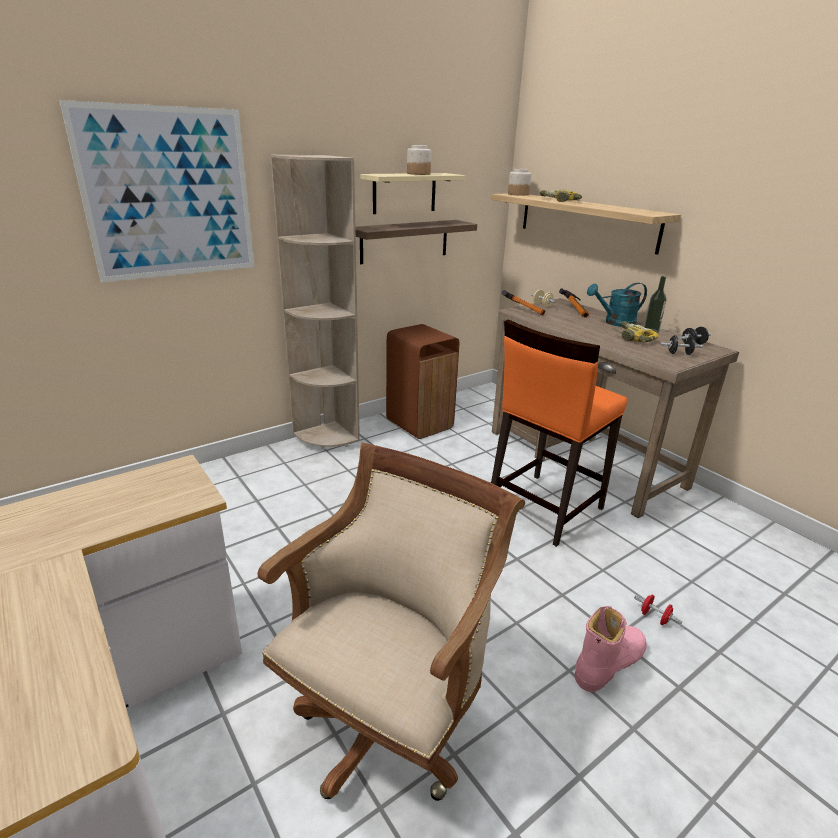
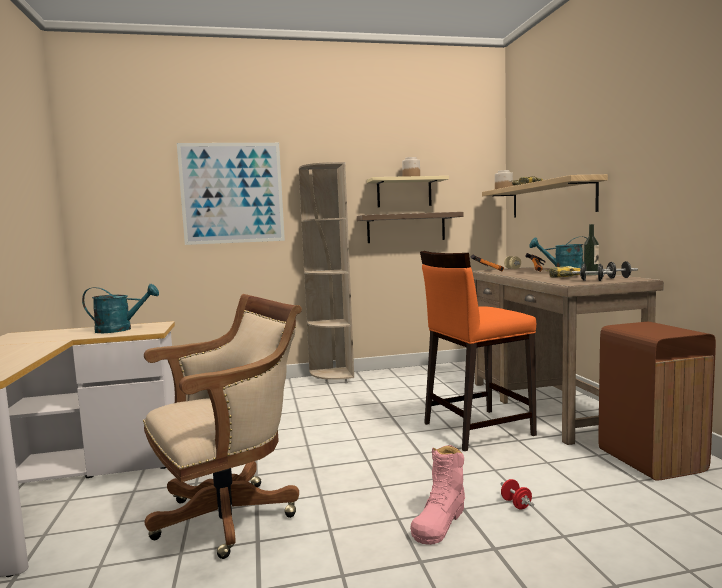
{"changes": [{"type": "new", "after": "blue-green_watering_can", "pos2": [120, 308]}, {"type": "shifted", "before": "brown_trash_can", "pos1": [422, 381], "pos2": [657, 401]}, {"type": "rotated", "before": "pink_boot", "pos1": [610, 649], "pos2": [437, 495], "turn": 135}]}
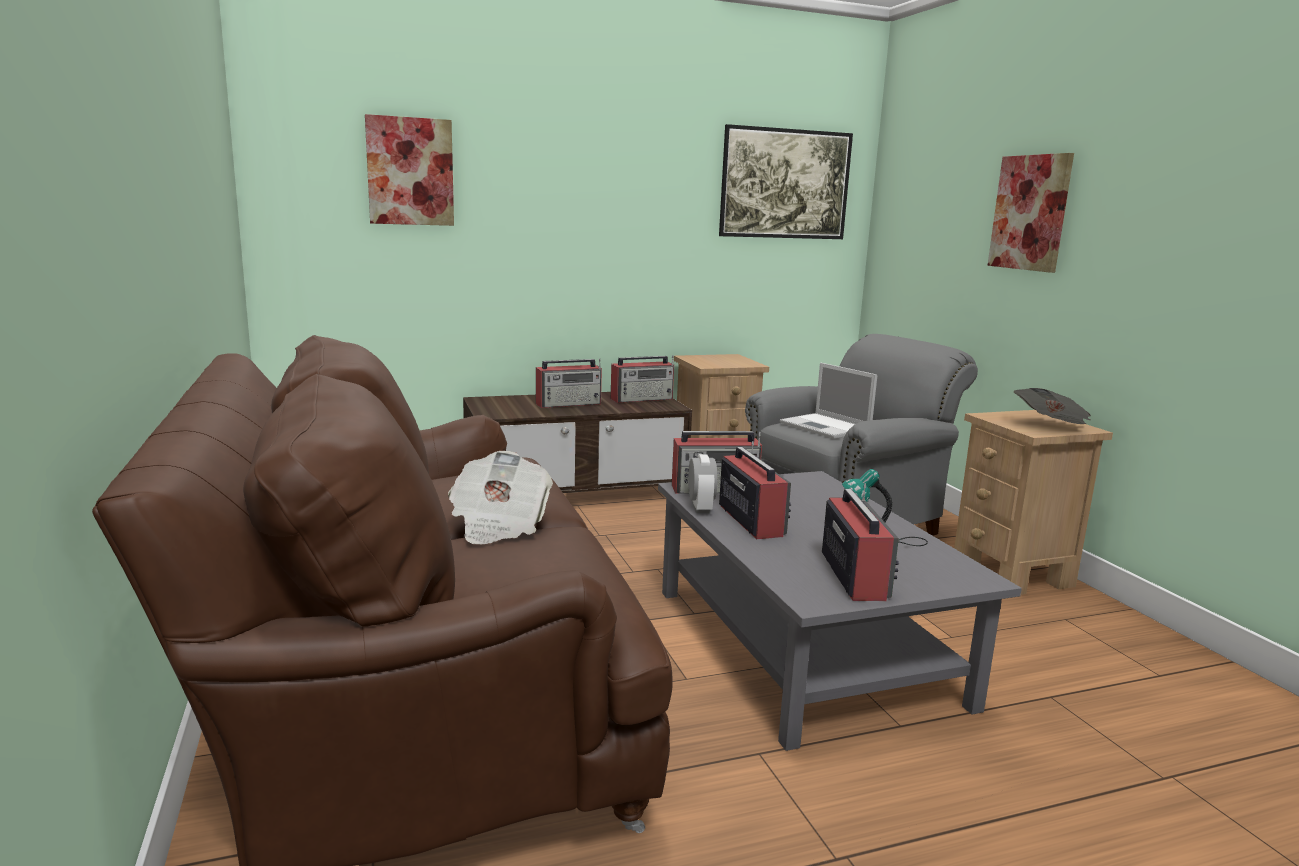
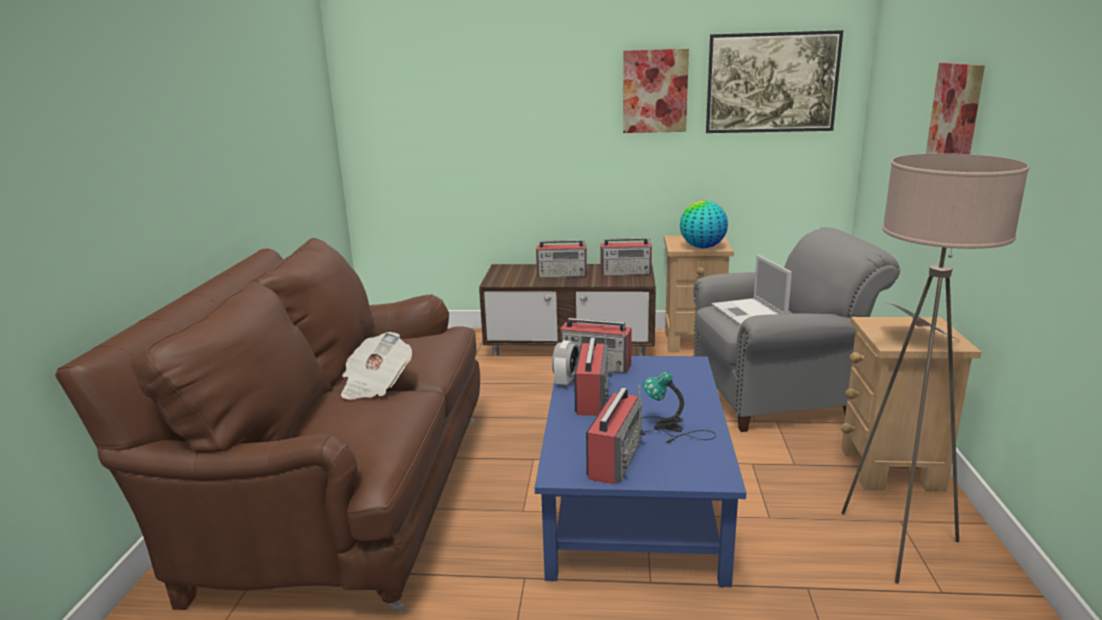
{"changes": [{"type": "new", "after": "world_globe", "pos2": [704, 224]}, {"type": "new", "after": "beige-coloured_standard_lamp", "pos2": [935, 368]}, {"type": "shifted", "before": "wall_art", "pos1": [409, 170], "pos2": [656, 91]}, {"type": "repainted", "before": "greyish_low_table", "after": "blue-coloured_low_table", "pos1": [840, 611], "pos2": [640, 471]}]}
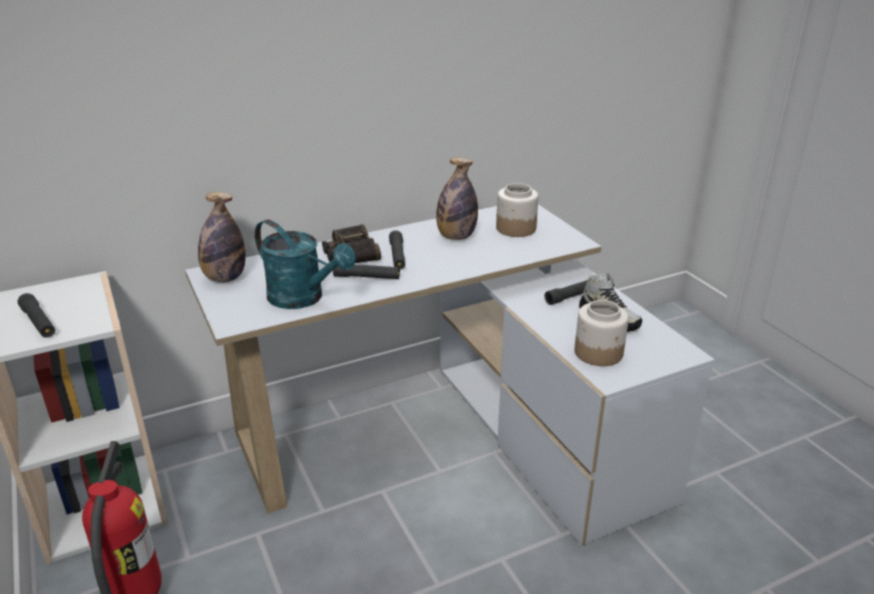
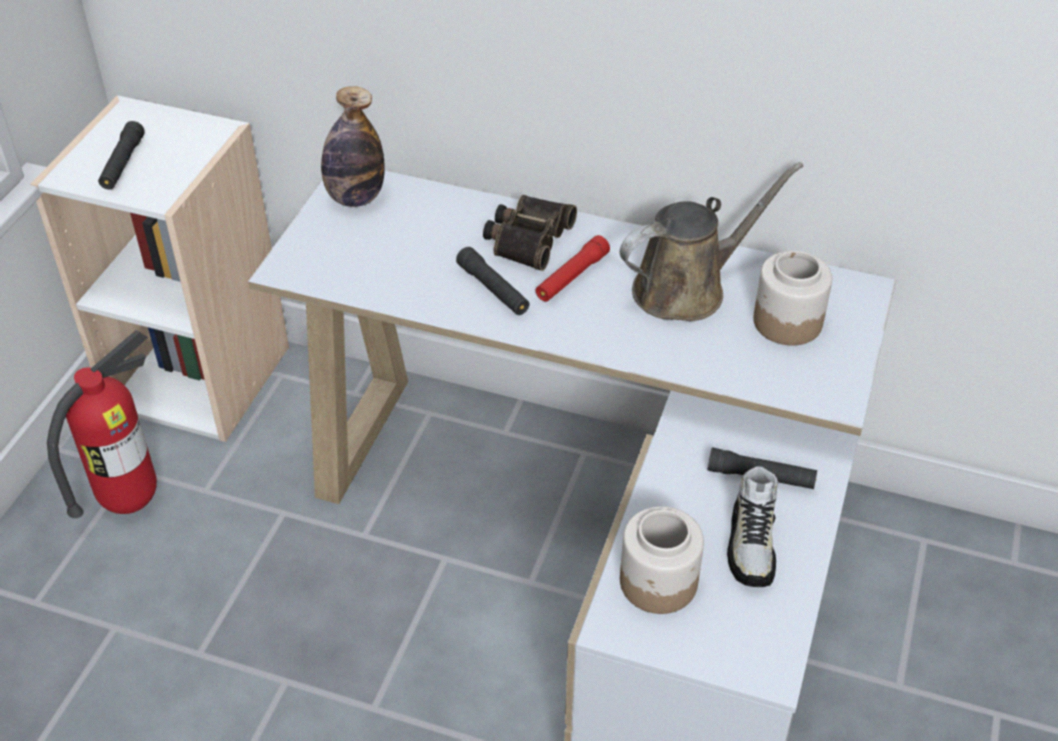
{"changes": [{"type": "gone", "before": "blue-green_watering_can", "pos1": [305, 264]}, {"type": "swapped", "before": "bottle", "after": "brown_watering_can", "pos1": [457, 199], "pos2": [711, 241]}, {"type": "repainted", "before": "black-coloured_hand_torch", "after": "red-coloured_hand_torch", "pos1": [397, 250], "pos2": [573, 268]}]}
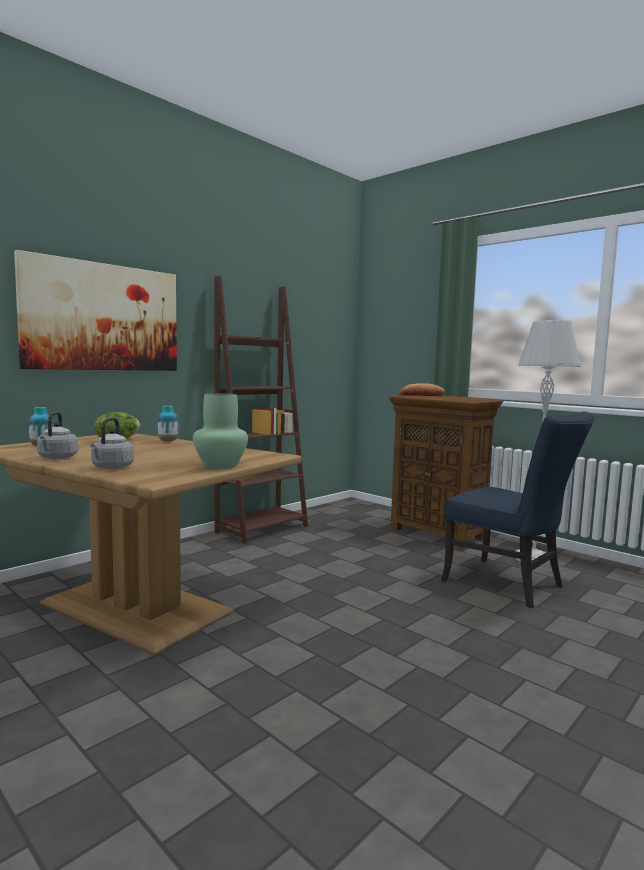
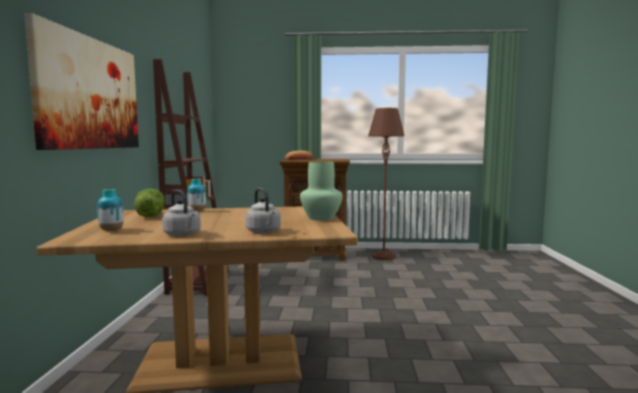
{"changes": [{"type": "gone", "before": "blue-coloured_upright_chair", "pos1": [518, 510]}, {"type": "repainted", "before": "greyish_standard_lamp", "after": "brown_standard_lamp", "pos1": [548, 442], "pos2": [386, 184]}]}
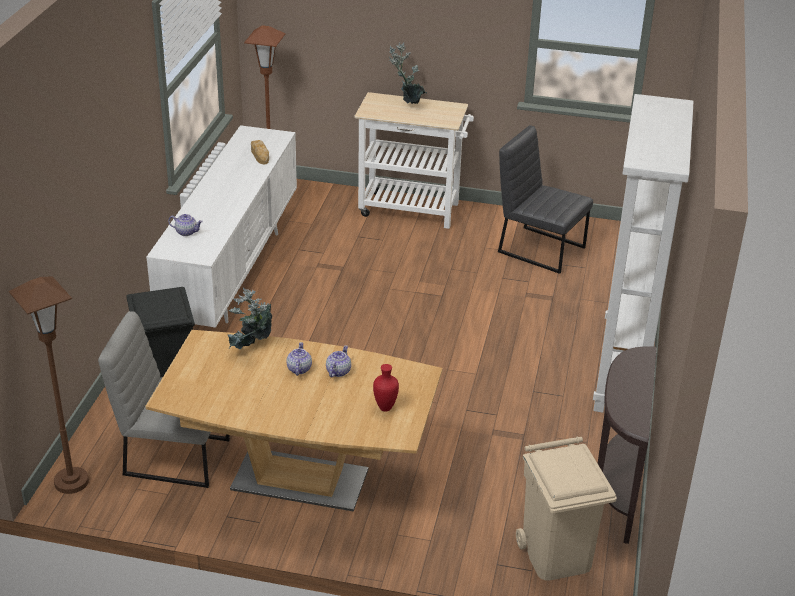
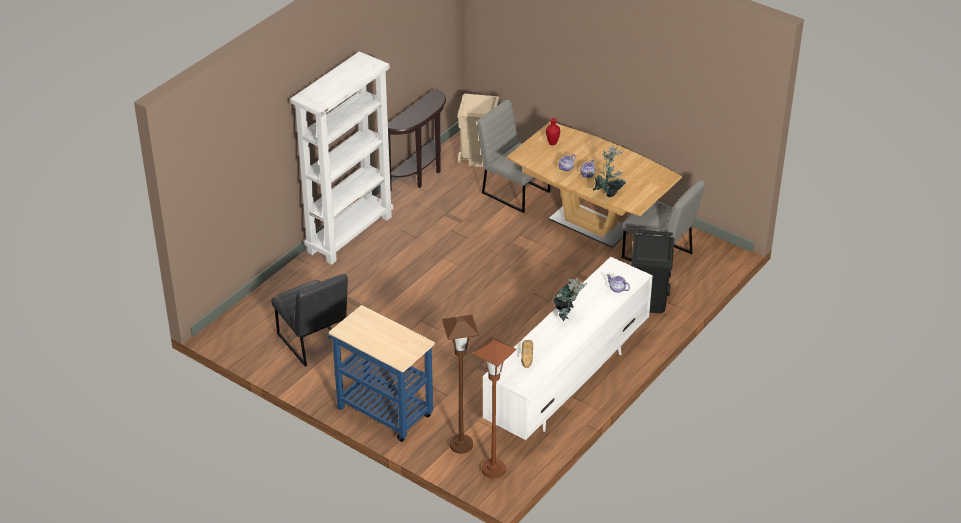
{"changes": [{"type": "new", "after": "greyish_upright_chair", "pos2": [513, 156]}, {"type": "shifted", "before": "brown_standard_lamp", "pos1": [49, 385], "pos2": [460, 384]}, {"type": "shifted", "before": "plant_in_a_pot", "pos1": [408, 73], "pos2": [570, 300]}, {"type": "repainted", "before": "white-coloured_trolley", "after": "blue-coloured_trolley", "pos1": [414, 160], "pos2": [381, 373]}]}
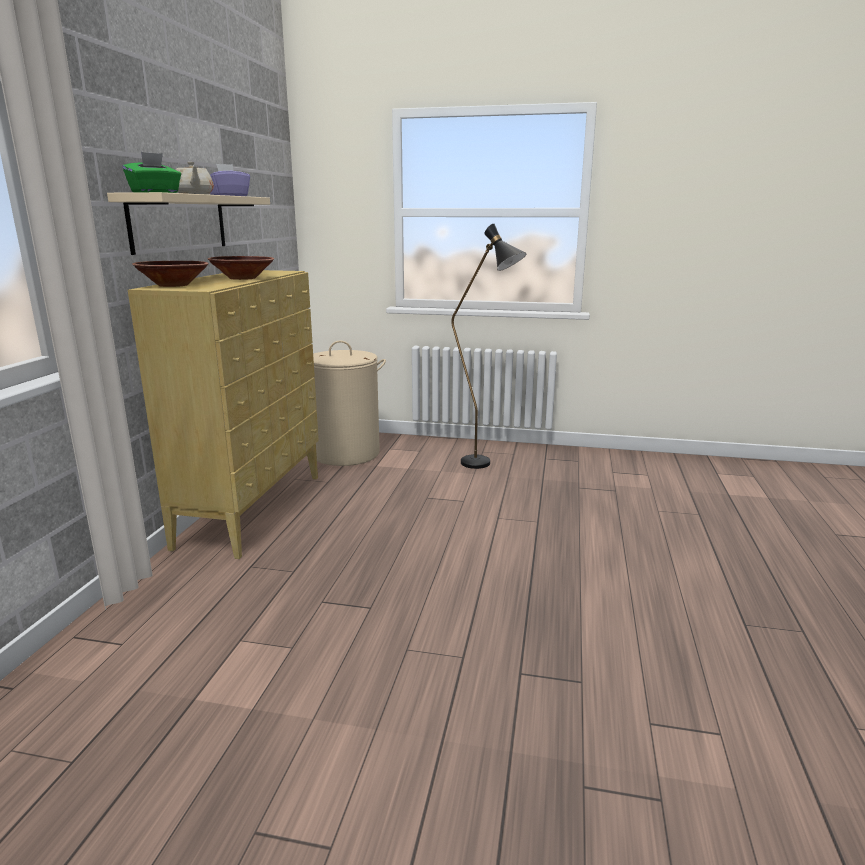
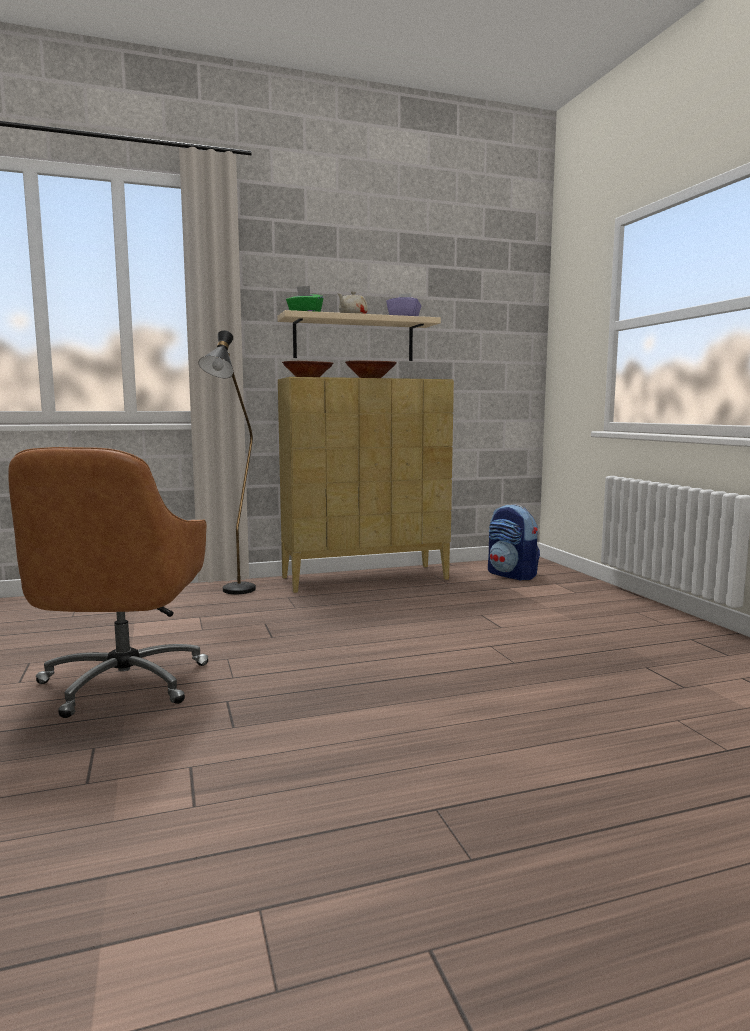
{"changes": [{"type": "new", "after": "brown_computer_chair", "pos2": [108, 582]}, {"type": "shifted", "before": "black-coloured_standard_lamp", "pos1": [489, 346], "pos2": [227, 462]}, {"type": "swapped", "before": "beige-coloured_washing_basket", "after": "backpack", "pos1": [349, 403], "pos2": [514, 542]}]}
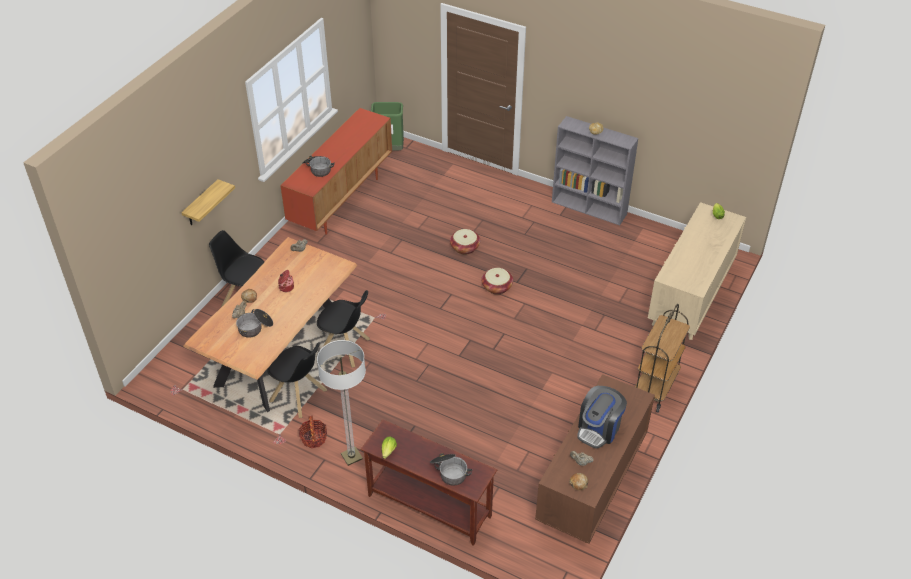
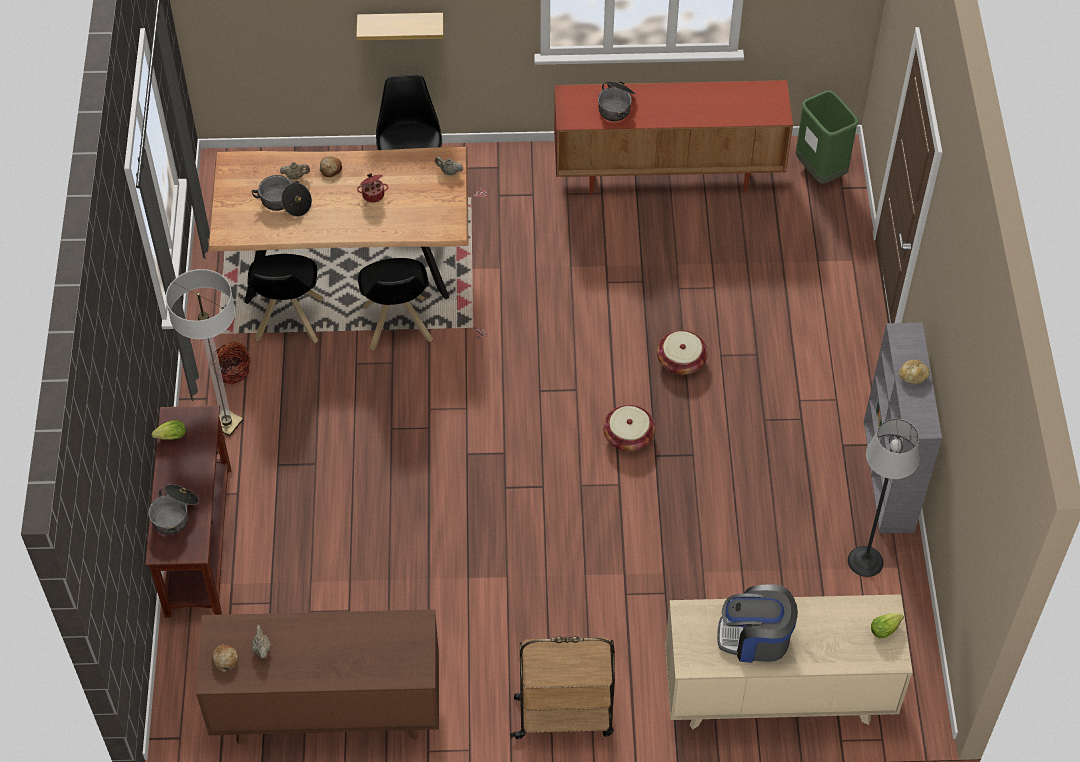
{"changes": [{"type": "new", "after": "standard_lamp", "pos2": [884, 498]}, {"type": "shifted", "before": "coffee_maker", "pos1": [602, 417], "pos2": [757, 623]}]}
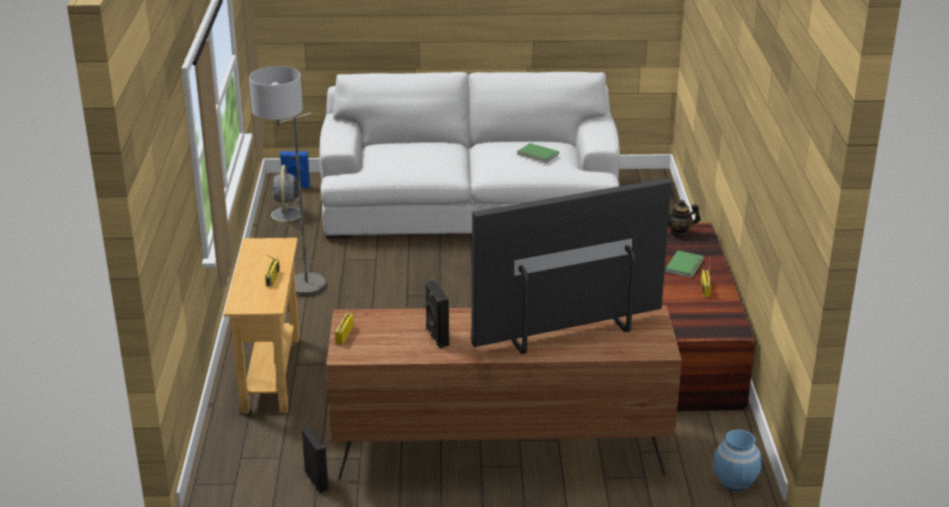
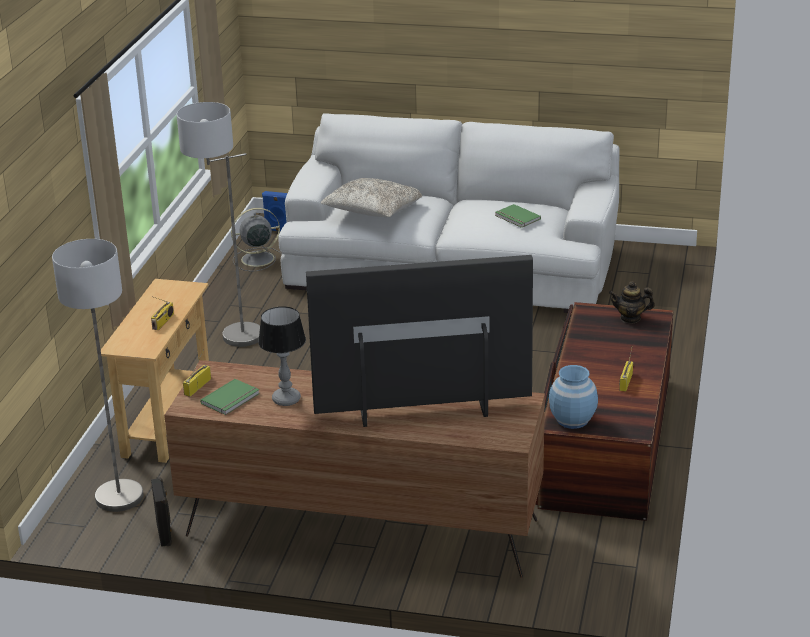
{"changes": [{"type": "new", "after": "greyish_standard_lamp", "pos2": [97, 375]}, {"type": "new", "after": "beige-coloured_cushion", "pos2": [371, 197]}, {"type": "shifted", "before": "greenish_volume", "pos1": [684, 264], "pos2": [230, 397]}, {"type": "shifted", "before": "blue-coloured_vase", "pos1": [737, 460], "pos2": [573, 397]}, {"type": "swapped", "before": "black-coloured_loudspeaker", "after": "lamp_for_a_table", "pos1": [437, 314], "pos2": [282, 356]}, {"type": "rotated", "before": "greyish_cooling_fan", "pos1": [287, 195], "pos2": [256, 239], "turn": 60}]}
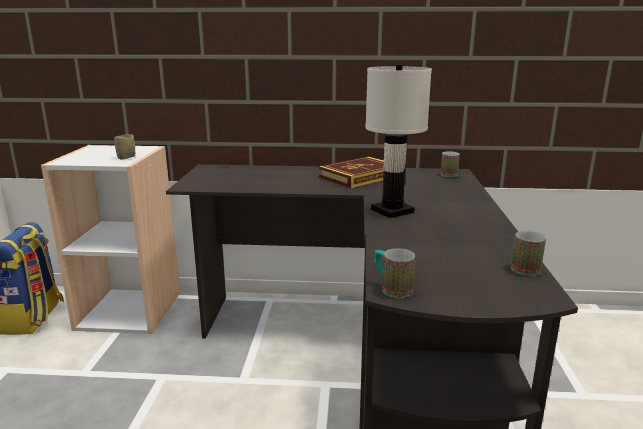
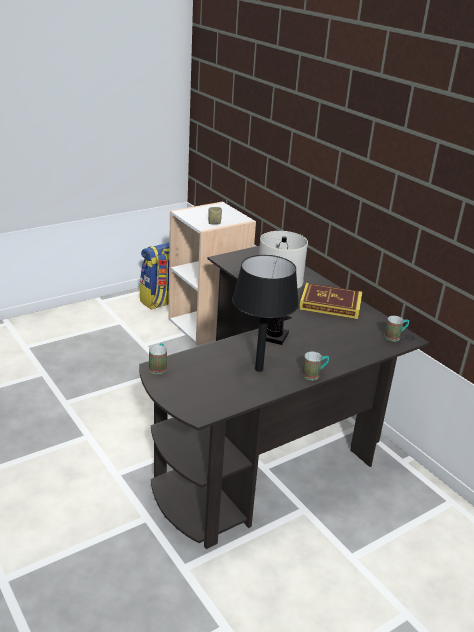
{"changes": [{"type": "new", "after": "black-coloured_lamp_for_a_table", "pos2": [265, 313]}, {"type": "shifted", "before": "mug", "pos1": [528, 253], "pos2": [315, 366]}]}
